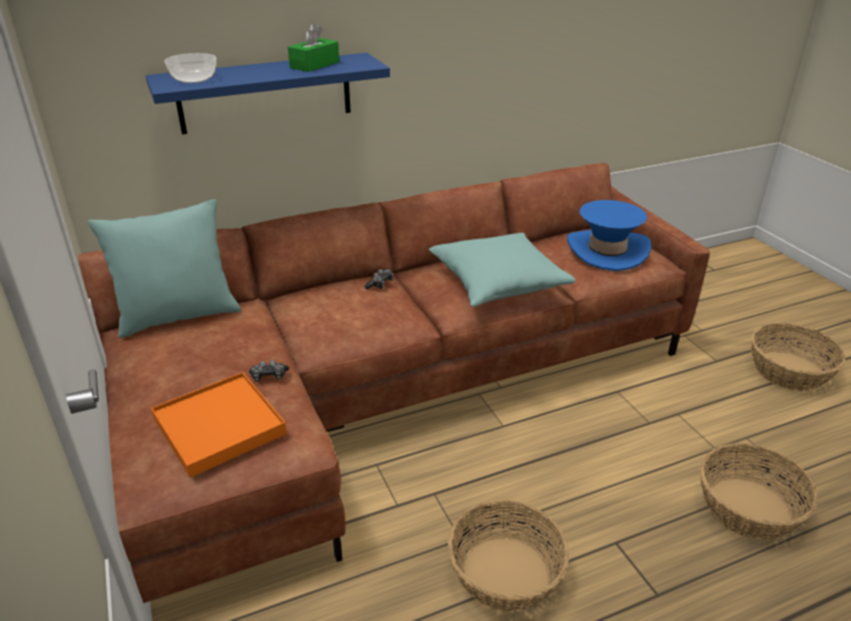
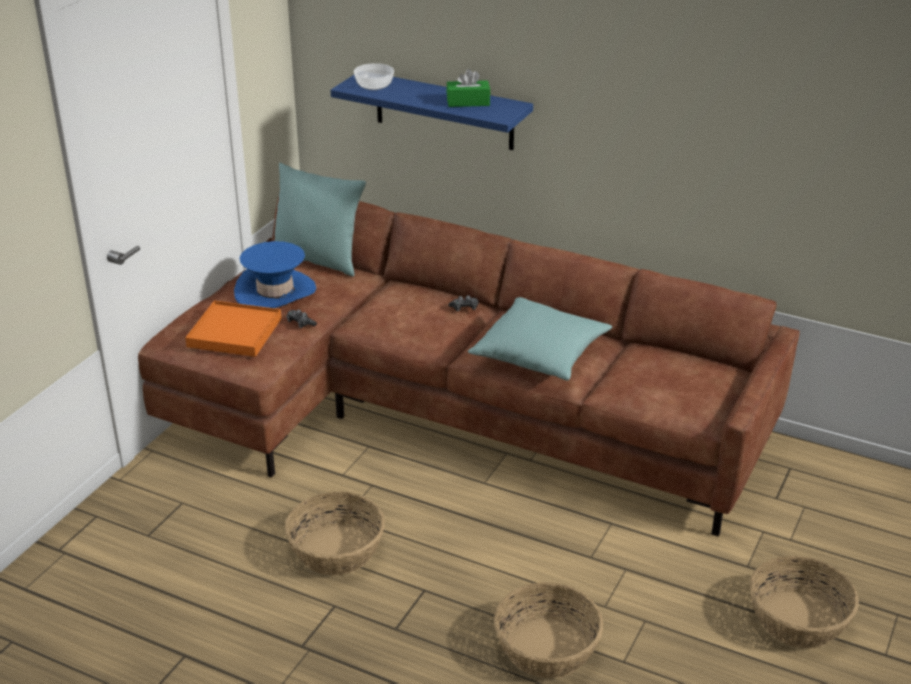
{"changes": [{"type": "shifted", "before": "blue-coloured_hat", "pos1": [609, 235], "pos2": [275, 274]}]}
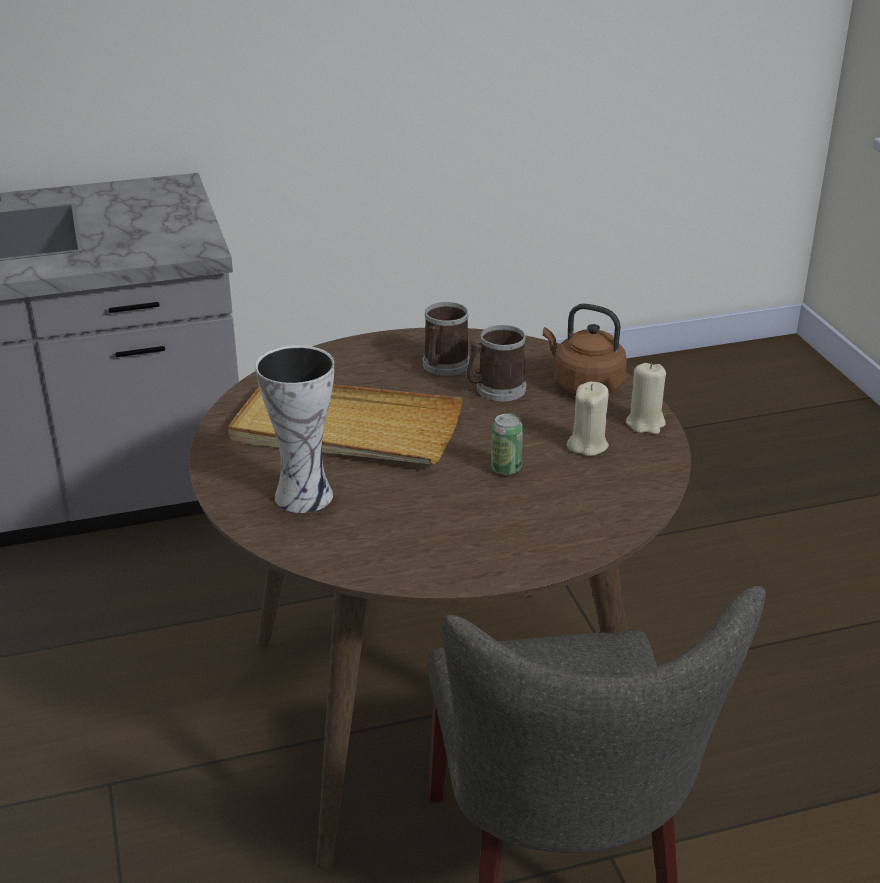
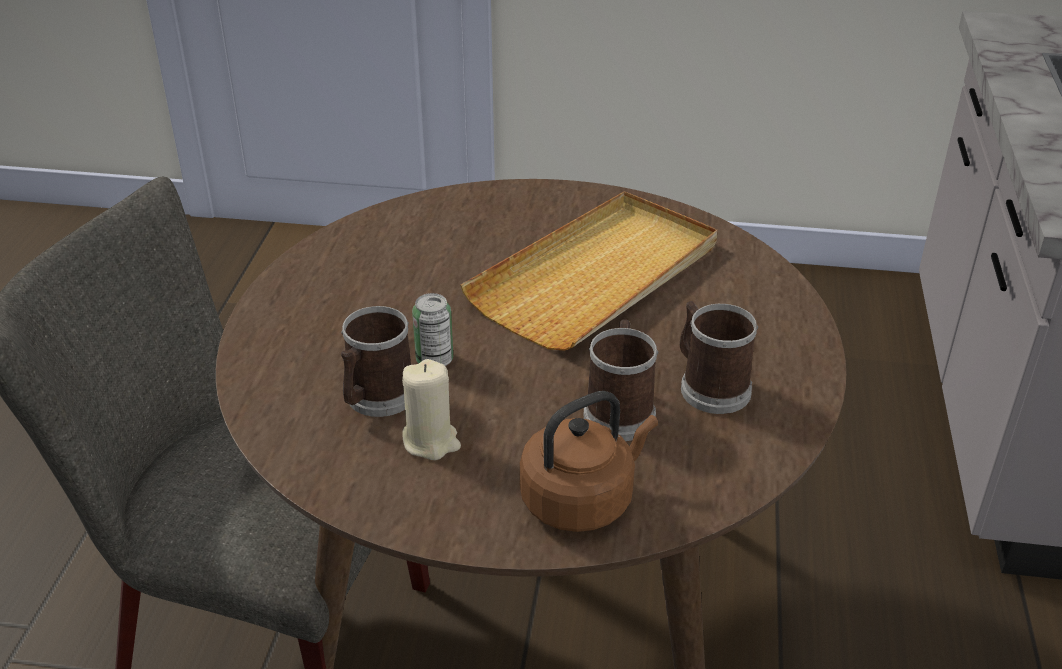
{"changes": [{"type": "gone", "before": "vase", "pos1": [294, 429]}, {"type": "gone", "before": "beige-coloured_wax_candle", "pos1": [646, 398]}, {"type": "new", "after": "mug", "pos2": [376, 361]}]}
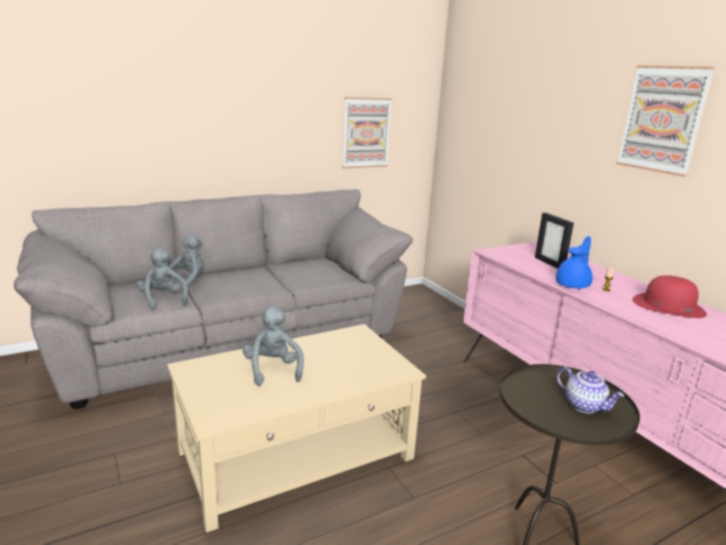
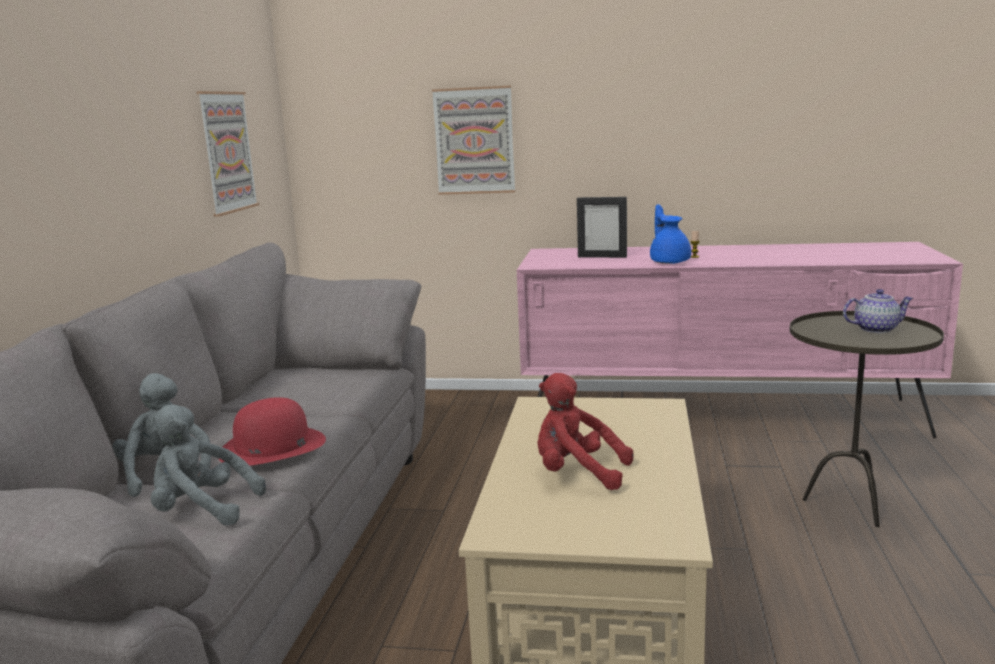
{"changes": [{"type": "shifted", "before": "wall_art", "pos1": [665, 121], "pos2": [473, 140]}, {"type": "shifted", "before": "red-coloured_hat", "pos1": [669, 296], "pos2": [272, 431]}, {"type": "repainted", "before": "greyish_cuddly_toy", "after": "red-coloured_cuddly_toy", "pos1": [273, 346], "pos2": [585, 431]}]}
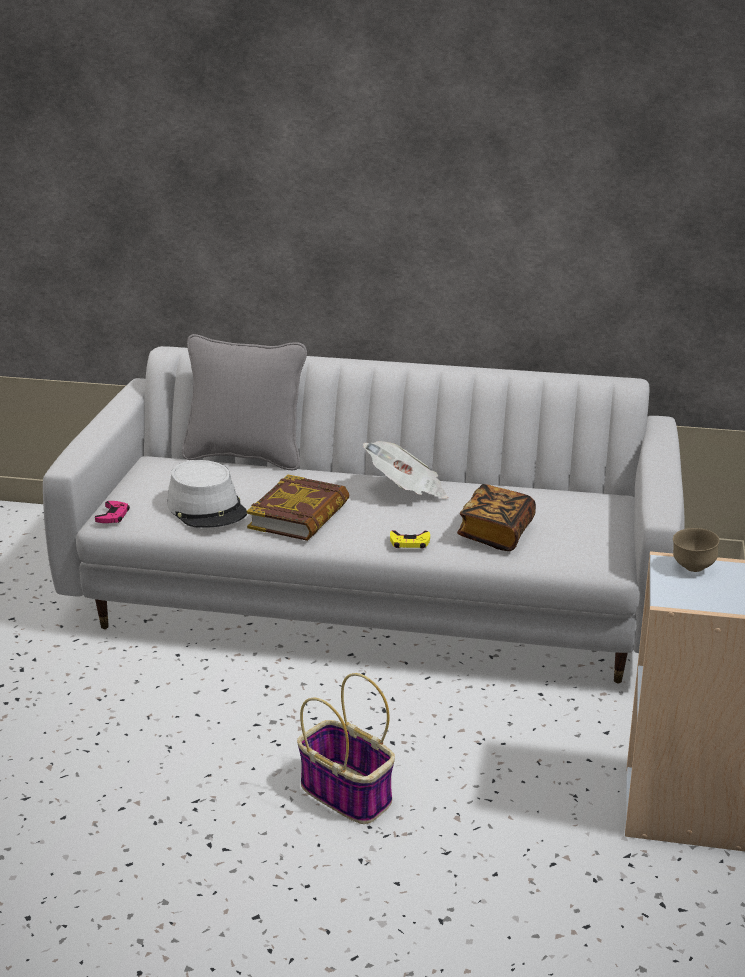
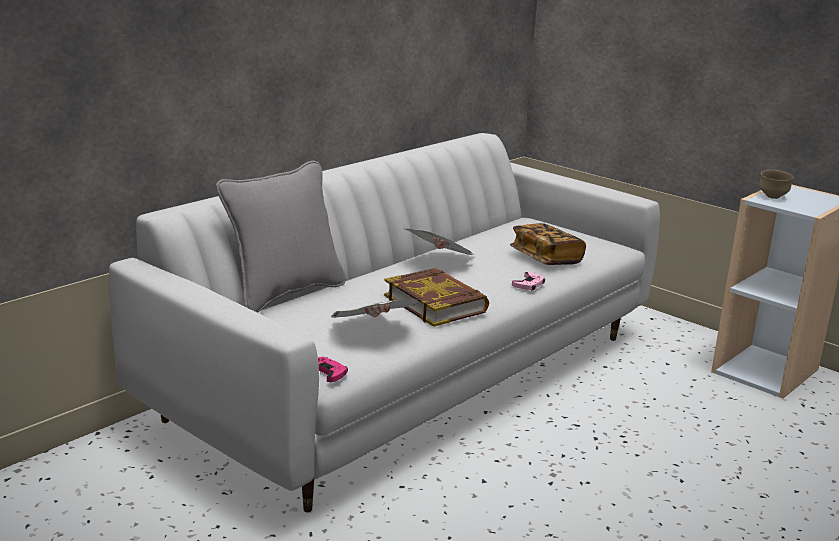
{"changes": [{"type": "gone", "before": "basket", "pos1": [346, 748]}, {"type": "swapped", "before": "greyish_hat", "after": "printed_paper", "pos1": [207, 494], "pos2": [374, 308]}, {"type": "repainted", "before": "yellowish_gamepad", "after": "pink_gamepad", "pos1": [410, 539], "pos2": [528, 281]}]}
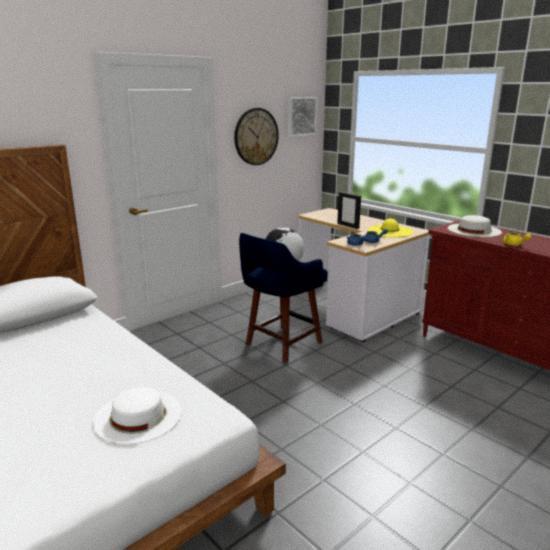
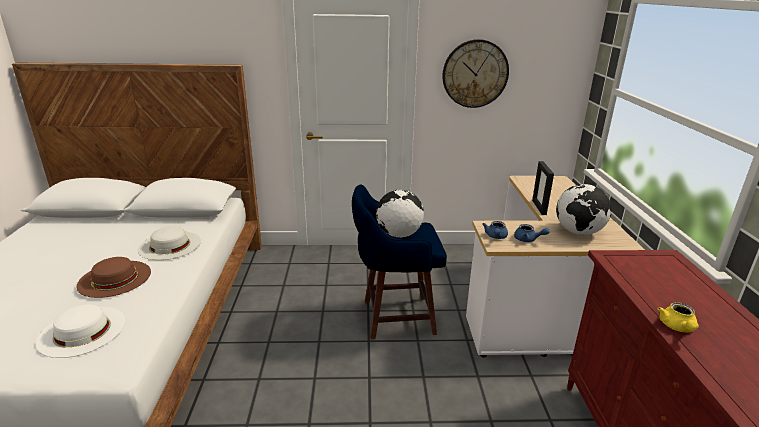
{"changes": [{"type": "gone", "before": "wall_art", "pos1": [302, 117]}, {"type": "new", "after": "brown_hat", "pos2": [113, 277]}, {"type": "shifted", "before": "white-coloured_hat", "pos1": [475, 226], "pos2": [169, 243]}, {"type": "swapped", "before": "yellowish_hat", "after": "world_globe", "pos1": [390, 228], "pos2": [584, 209]}]}
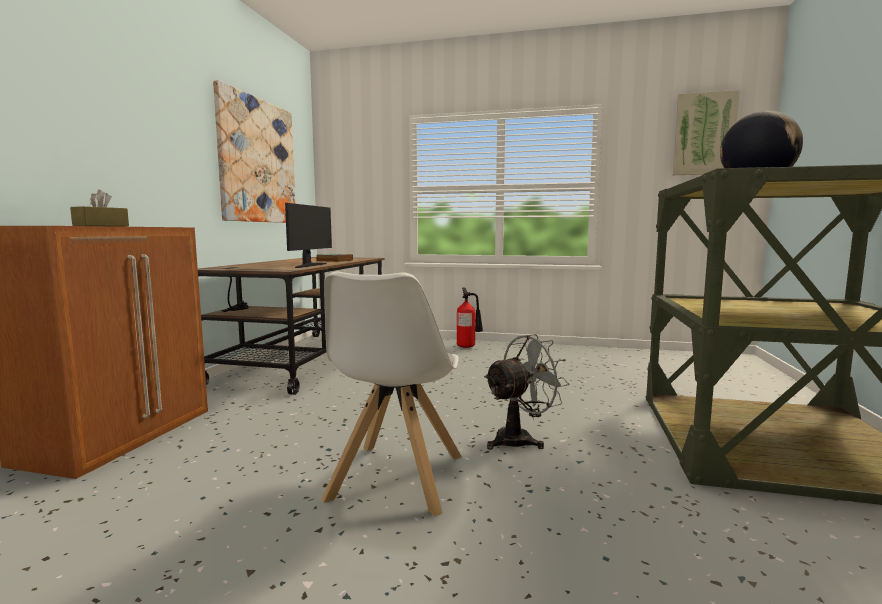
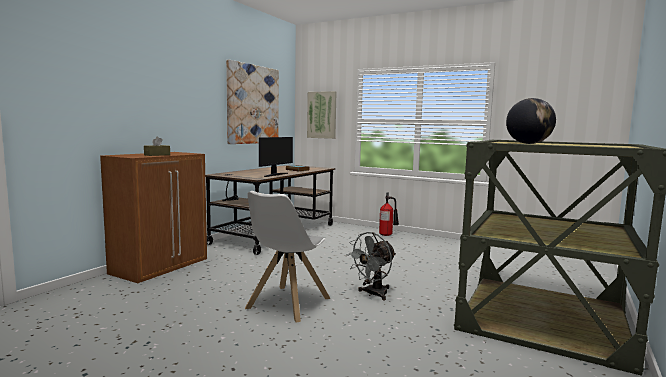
{"changes": [{"type": "shifted", "before": "wall_art", "pos1": [706, 132], "pos2": [321, 115]}, {"type": "rotated", "before": "greyish_cooling_fan", "pos1": [527, 392], "pos2": [371, 266], "turn": 150}]}
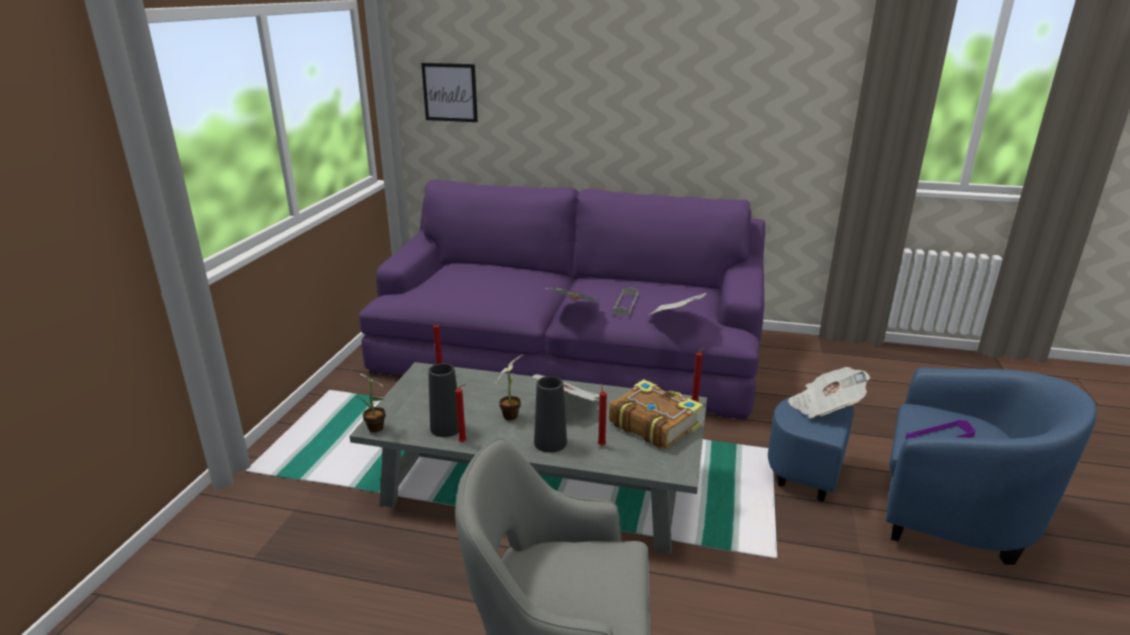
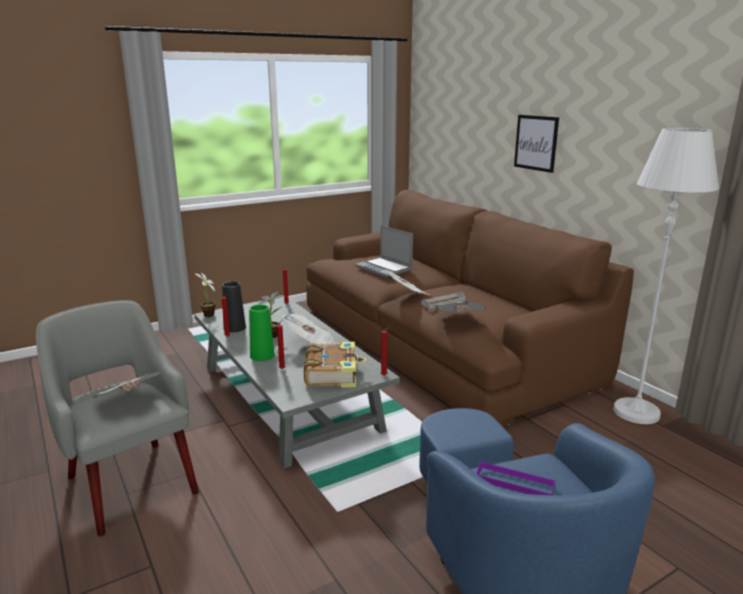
{"changes": [{"type": "new", "after": "notebook_computer", "pos2": [384, 251]}, {"type": "new", "after": "white-coloured_standard_lamp", "pos2": [666, 276]}, {"type": "shifted", "before": "wall_art", "pos1": [449, 92], "pos2": [536, 144]}, {"type": "shifted", "before": "printed_paper", "pos1": [829, 392], "pos2": [126, 385]}, {"type": "repainted", "before": "purplish_sofa", "after": "brown_sofa", "pos1": [562, 300], "pos2": [470, 308]}, {"type": "repainted", "before": "black-coloured_vase", "after": "greenish_vase", "pos1": [550, 414], "pos2": [262, 333]}]}
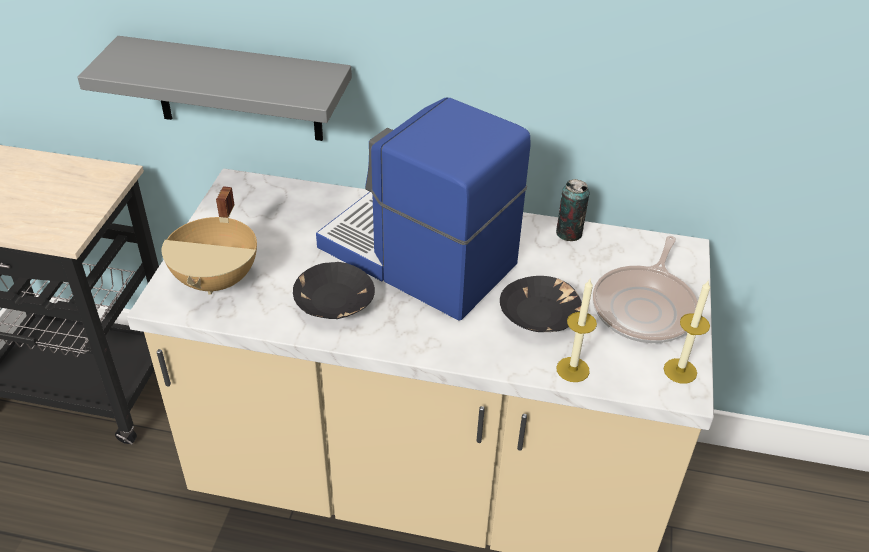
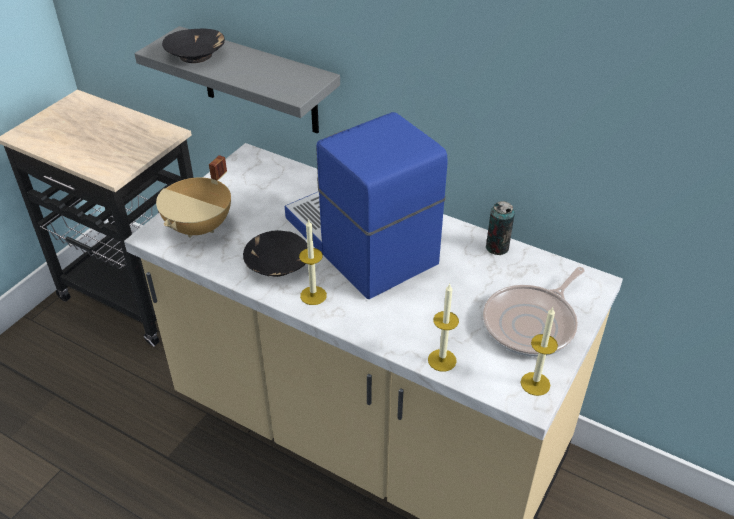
{"changes": [{"type": "new", "after": "wax_candle", "pos2": [313, 262]}, {"type": "shifted", "before": "black-coloured_serving_bowl", "pos1": [541, 304], "pos2": [193, 46]}]}
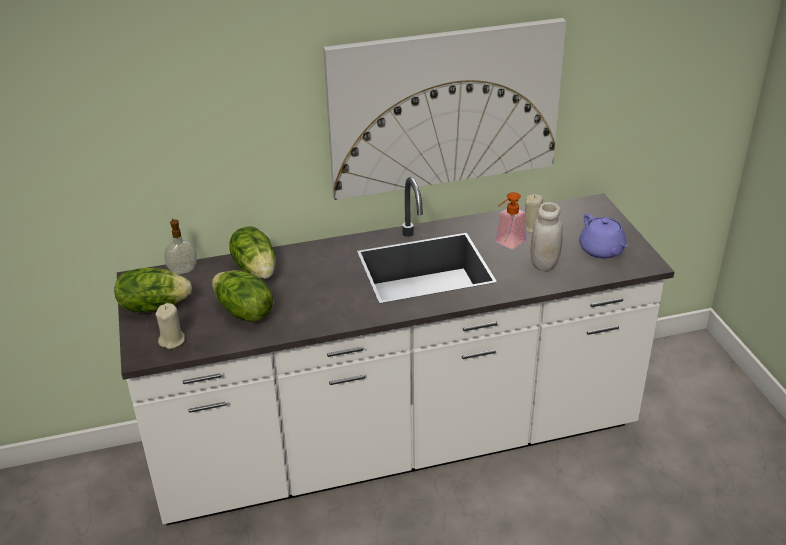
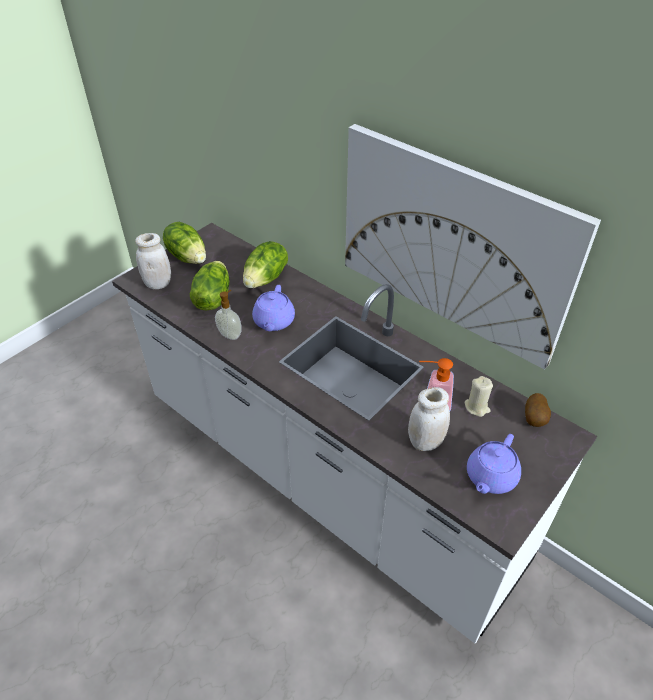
{"changes": [{"type": "new", "after": "purplish_teapot", "pos2": [273, 308]}, {"type": "new", "after": "spud", "pos2": [538, 410]}, {"type": "shifted", "before": "soap_dispenser", "pos1": [180, 246], "pos2": [228, 315]}, {"type": "swapped", "before": "beige-coloured_wax_candle", "after": "white-coloured_jar", "pos1": [170, 326], "pos2": [153, 261]}]}
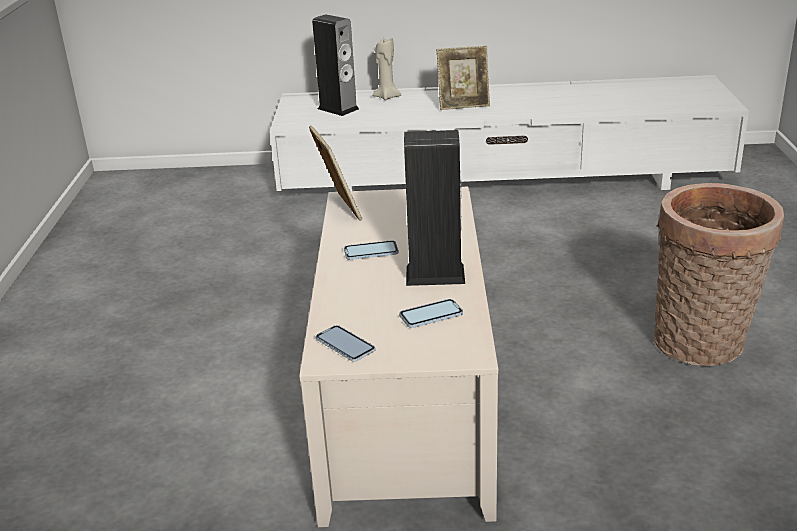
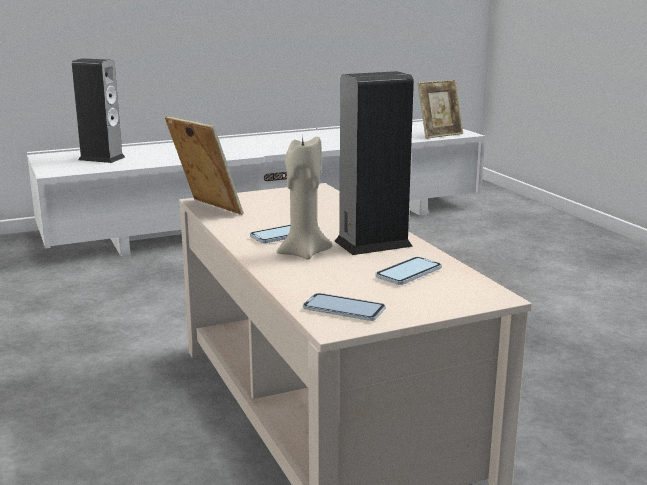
{"changes": [{"type": "gone", "before": "basket", "pos1": [719, 274]}, {"type": "shifted", "before": "beige-coloured_wax_candle", "pos1": [386, 69], "pos2": [304, 197]}, {"type": "shifted", "before": "picture_frame", "pos1": [463, 78], "pos2": [440, 109]}]}
